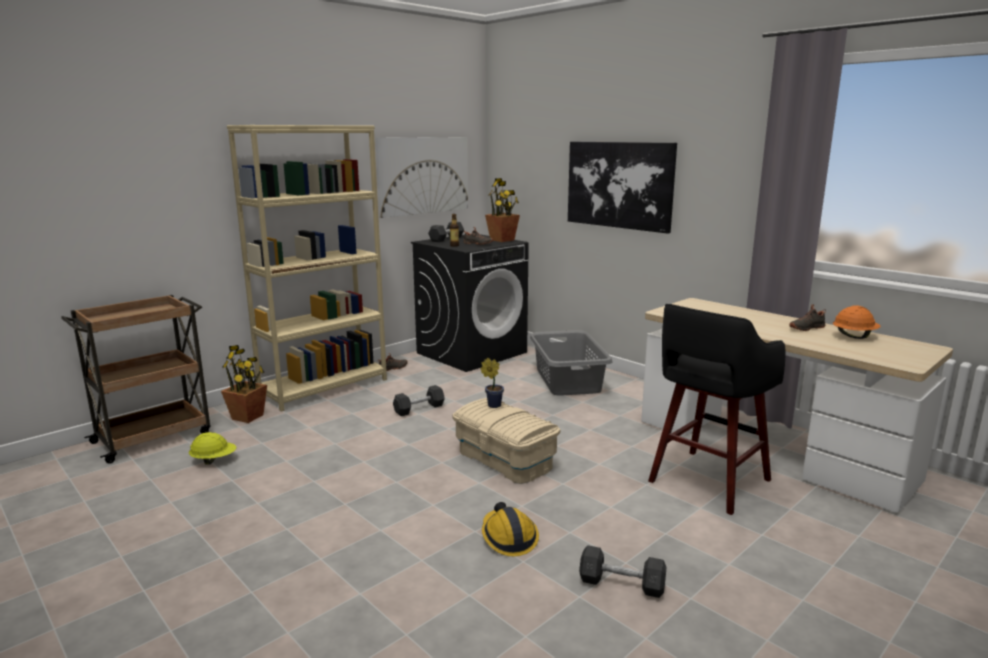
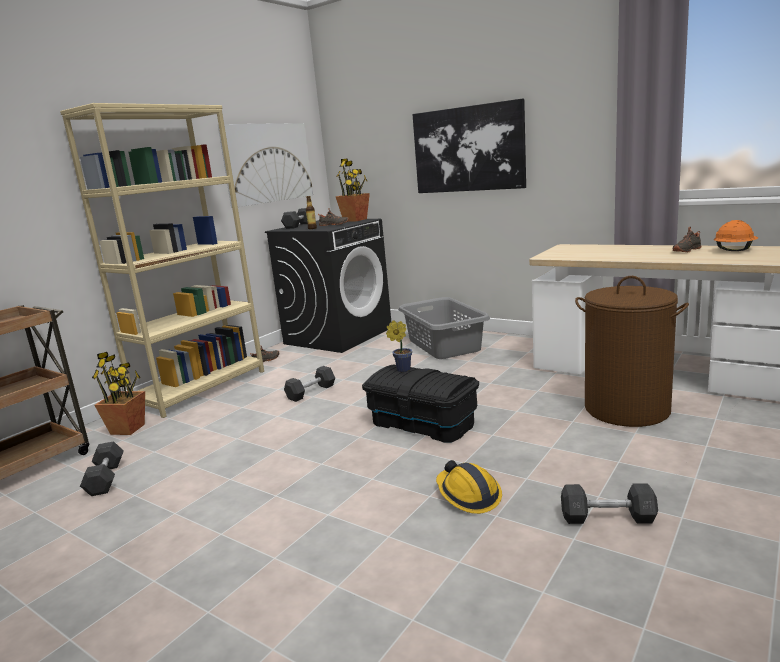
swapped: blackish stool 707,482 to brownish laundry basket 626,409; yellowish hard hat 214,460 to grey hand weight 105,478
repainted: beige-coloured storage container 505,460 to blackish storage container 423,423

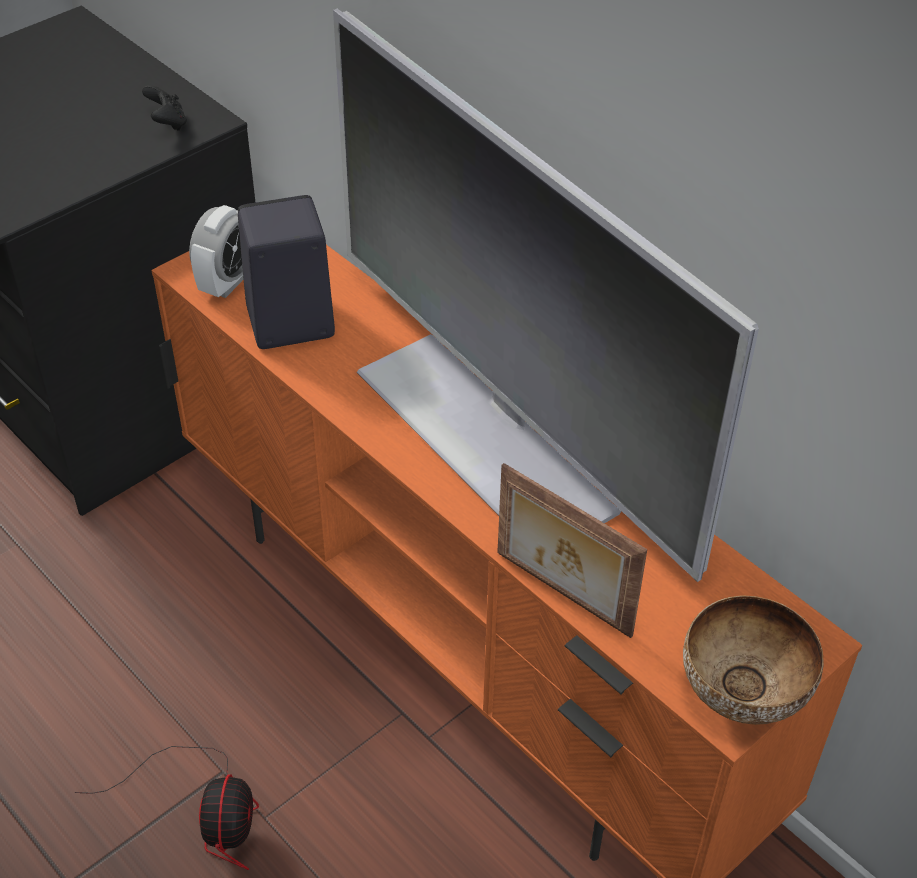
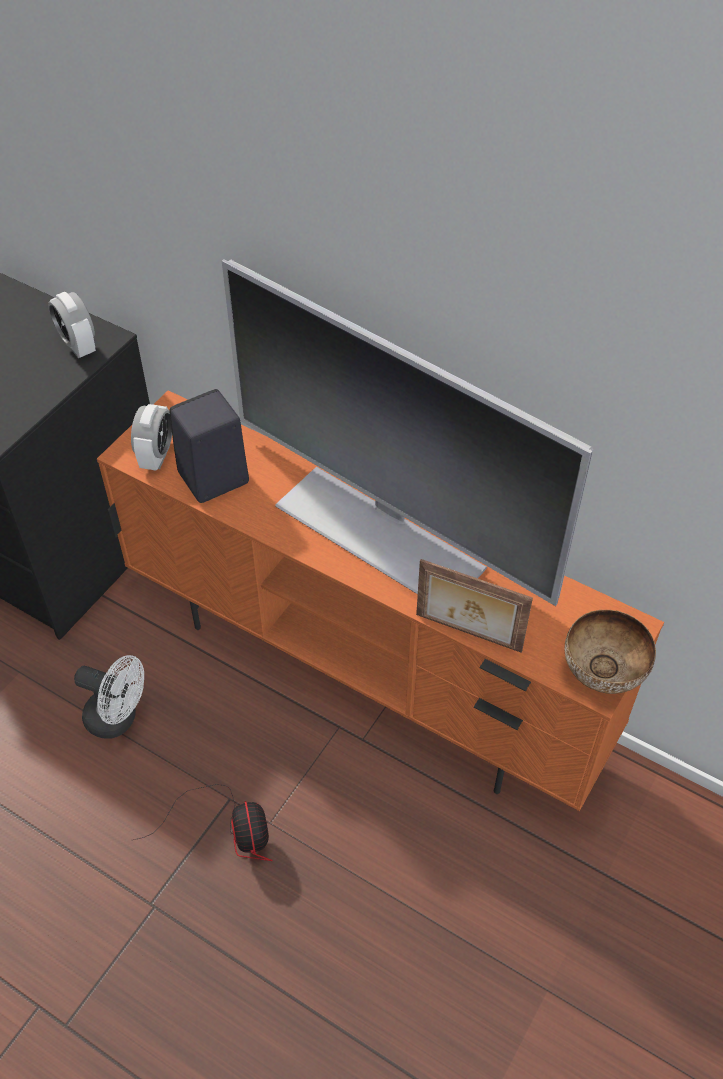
new: white-coloured fan 118,719
swapped: blackish joypad 167,123 to table clock 78,346

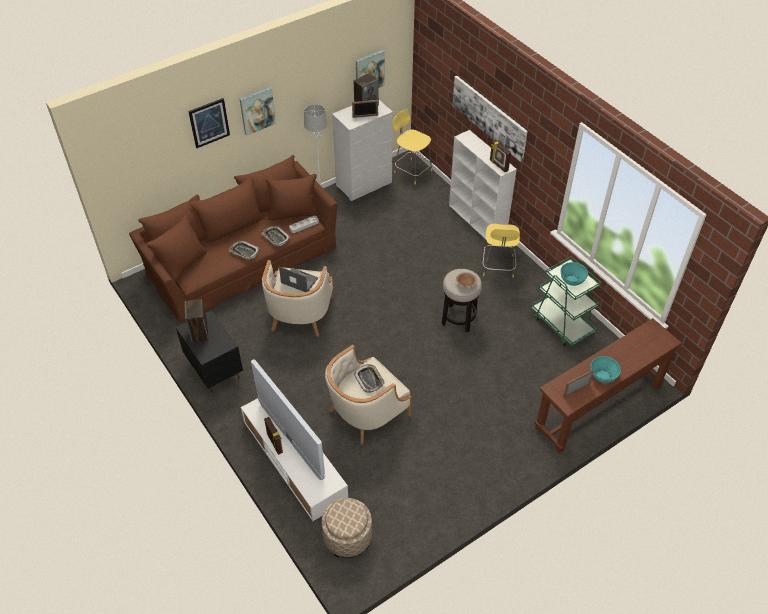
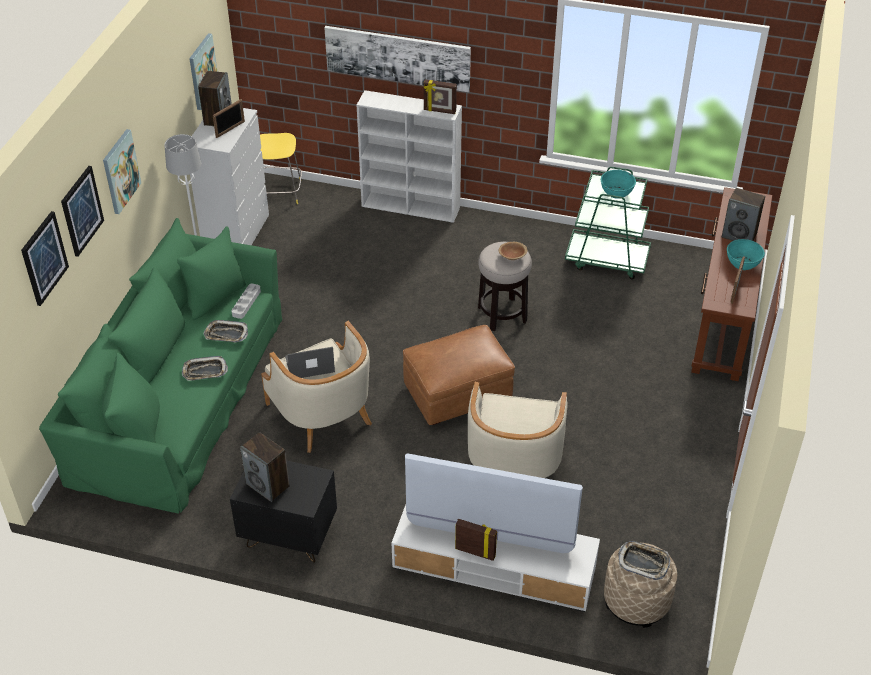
gone: yellowish stool 498,267
new: loudspeaker 739,235; picture 44,258; brownish footrest 457,394
shifted: tray 369,379 to 643,562
repainted: brownish sofa 242,260 to greenish sofa 179,397

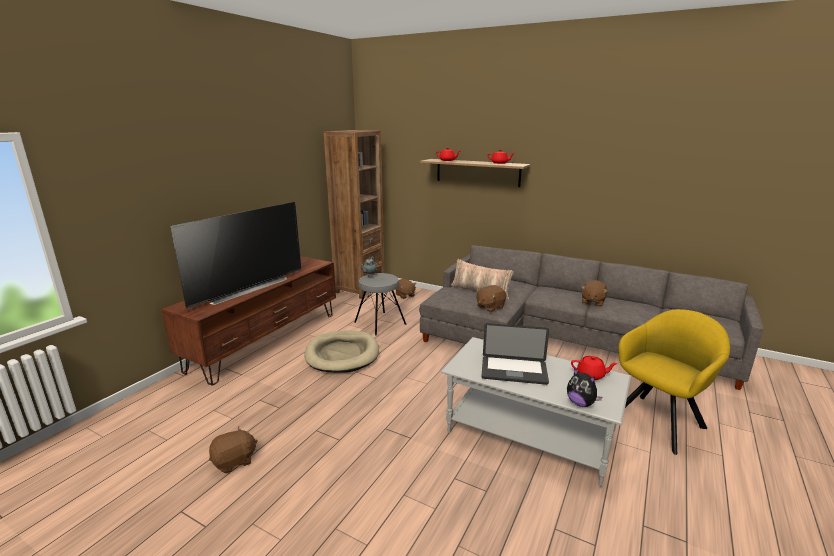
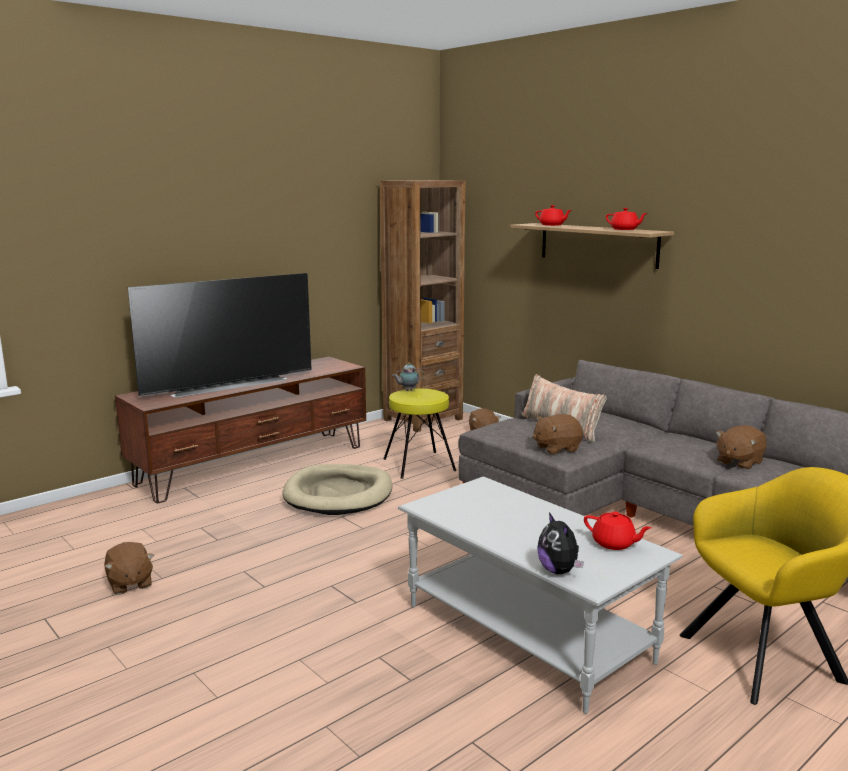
gone: laptop 514,371
repainted: grey stool 380,323 to yellowish stool 419,464
rotated: brownish cuddly toy 234,461 = 129,584 75 degrees clockwise

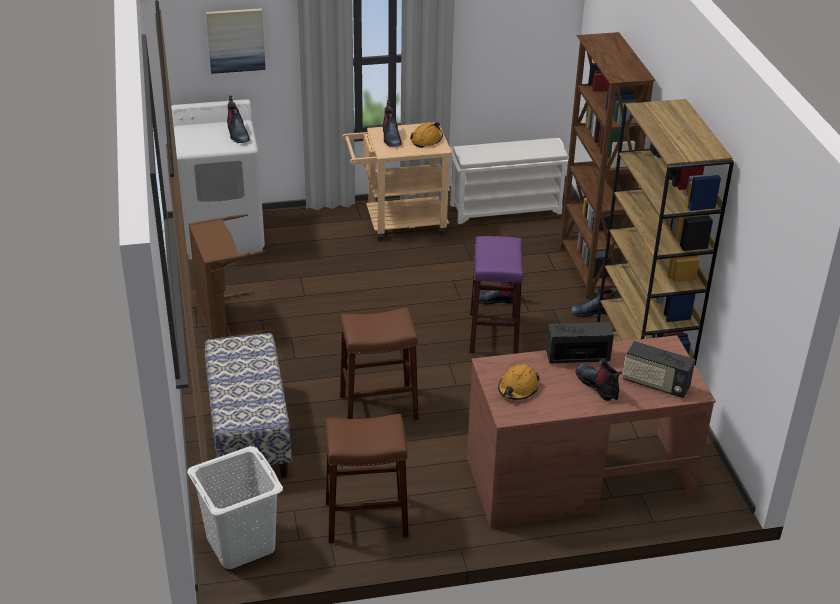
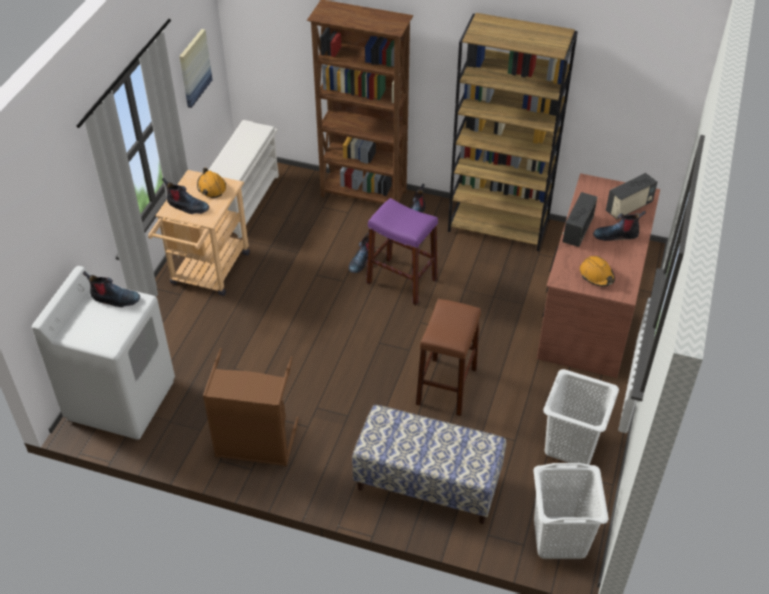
shifted: picture 236,40 to 194,68
swapped: brownish stool 366,519 to white-coloured laundry basket 571,445

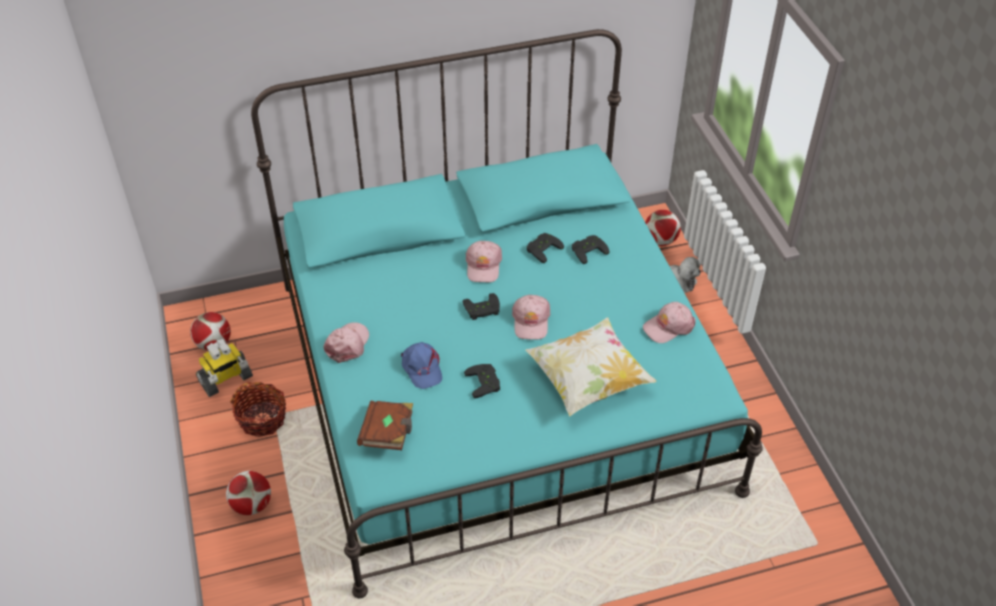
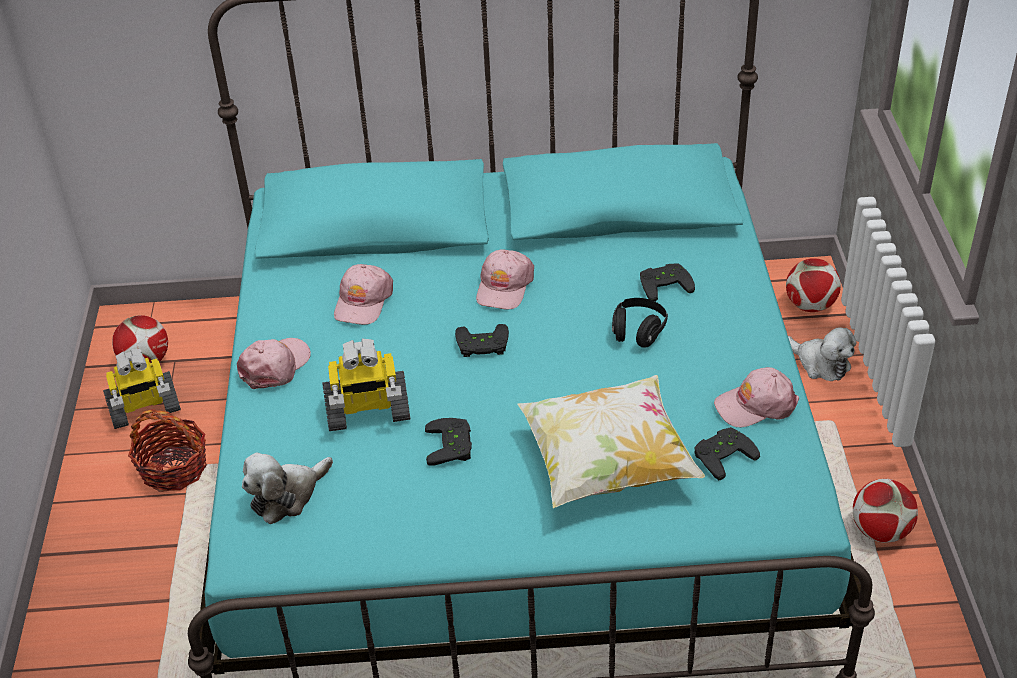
new: blackish headphones 638,332
shifted: blackish joypad 542,248 to 722,454; pink-coloured baseball cap 531,321 to 363,301; football 252,505 to 880,531
swapped: blue baseball cap 421,368 to robot figure 367,412; brownish volume 388,433 to cuddly toy 287,495

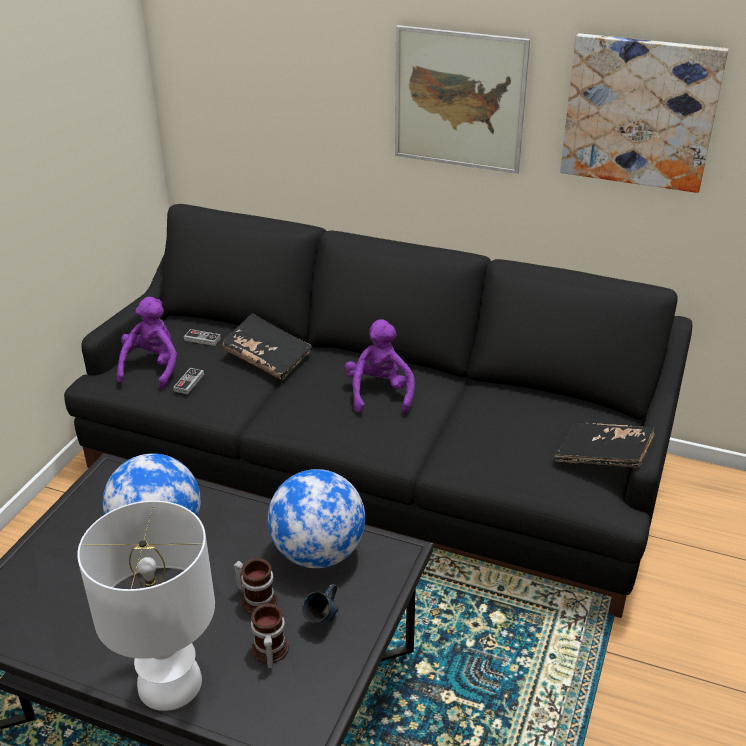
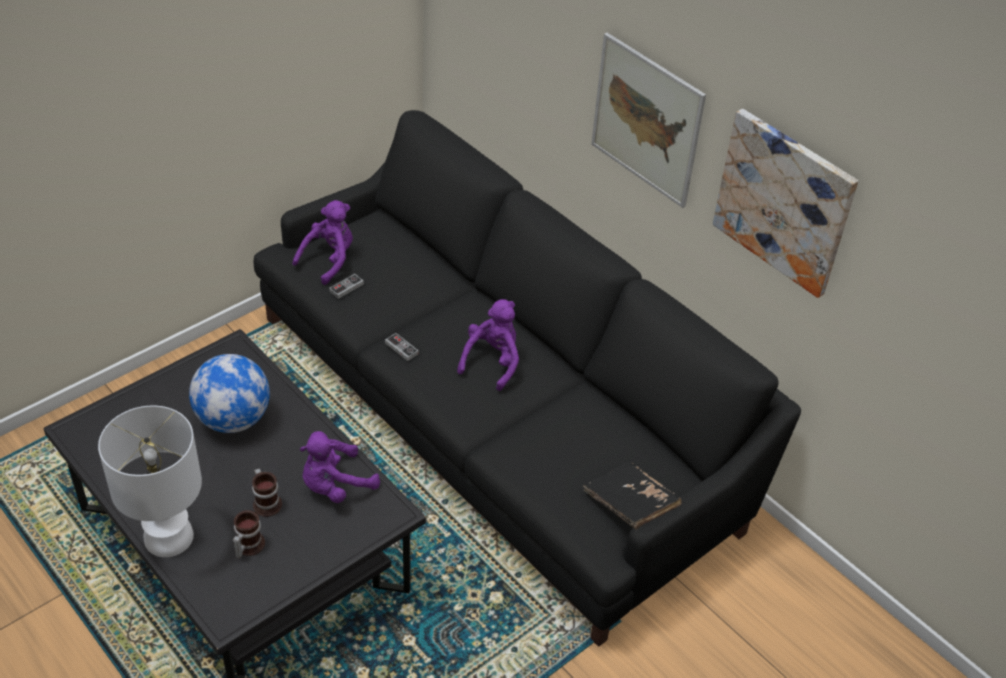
gone: blackish volume 267,358; blue coffee mug 323,622
shifted: joypad 202,339 to 401,348
swapped: globe 318,553 to purple-coloured cuddly toy 335,486

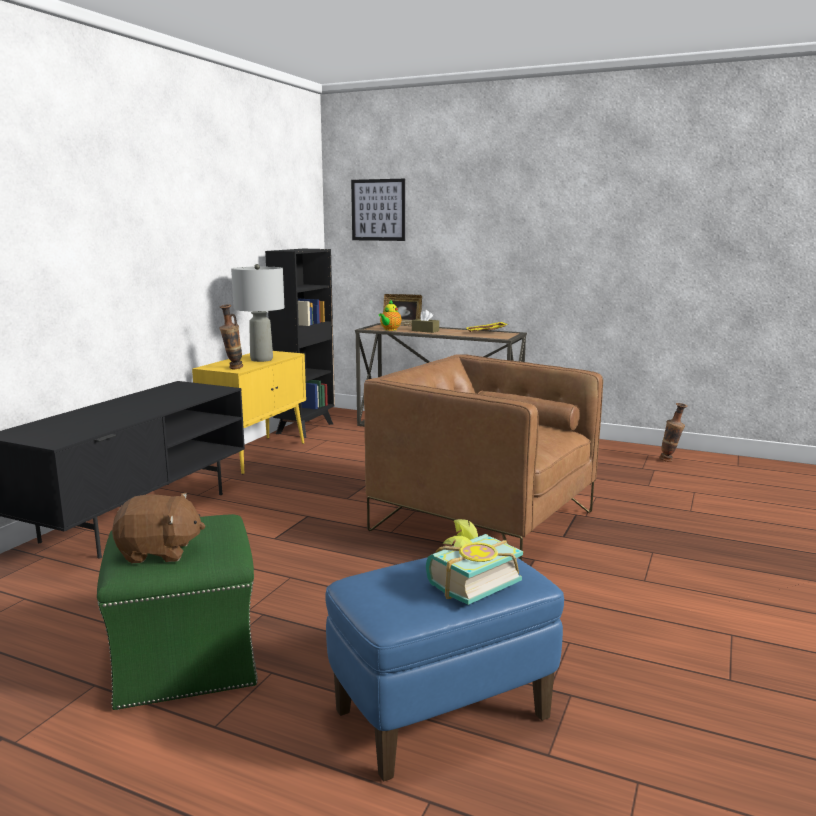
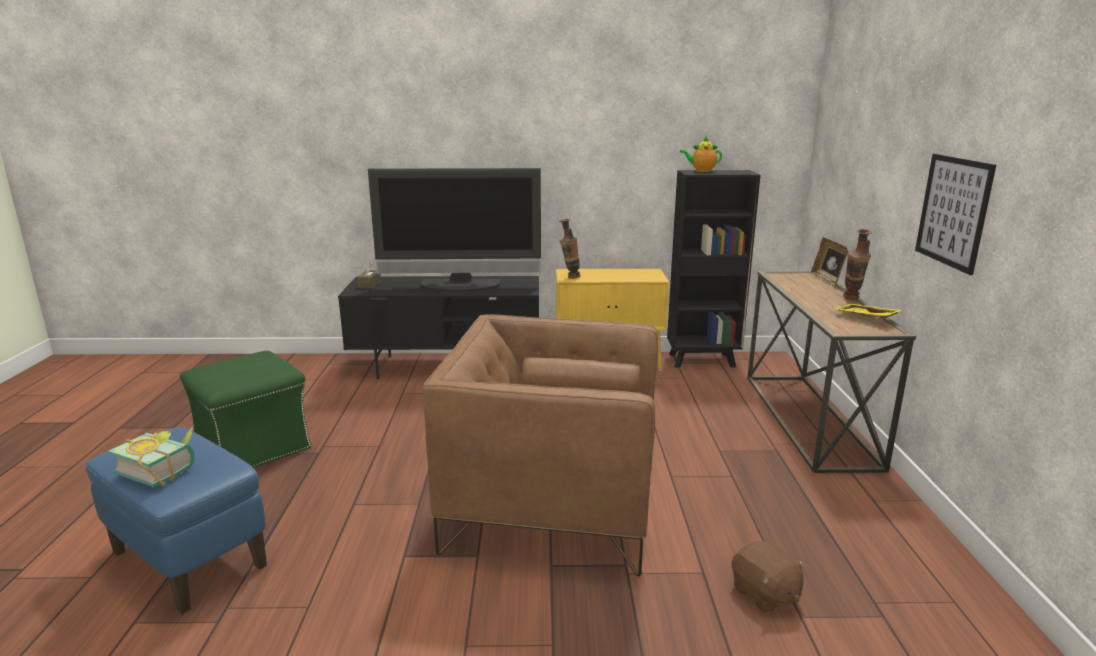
gone: grey lamp for a table 261,359
new: TV set 460,285
shifted: picture 378,210 to 953,211; tea pot 390,330 to 701,171; brownish tissue holder 425,331 to 369,284; flower vase 670,461 to 851,299; brownish cuddly toy 159,552 to 764,594
rotated: brownish armchair 482,521 = 551,505 90 degrees counterclockwise

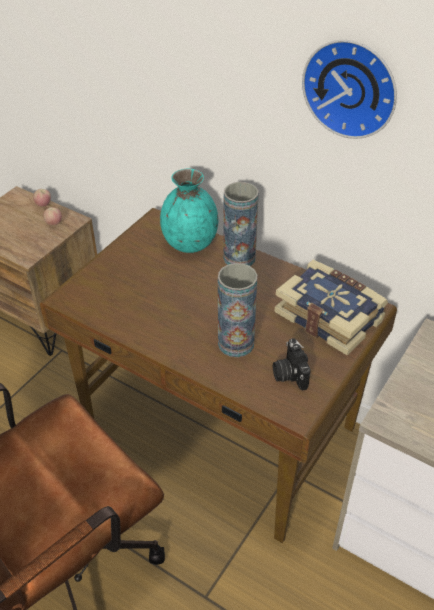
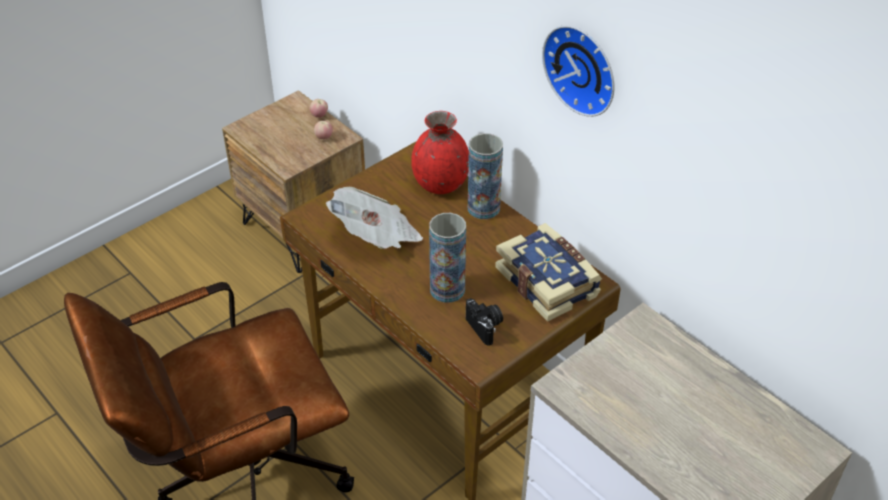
new: daily paper 376,236
repainted: turquoise flower vase 190,244 to red flower vase 440,184
rotated: still camera 289,374 = 486,327 150 degrees clockwise

